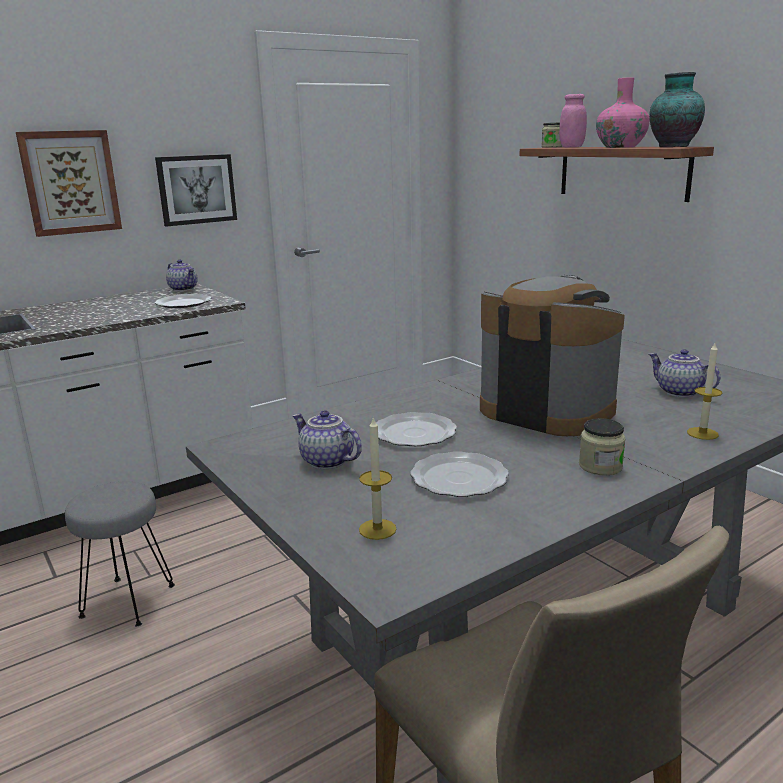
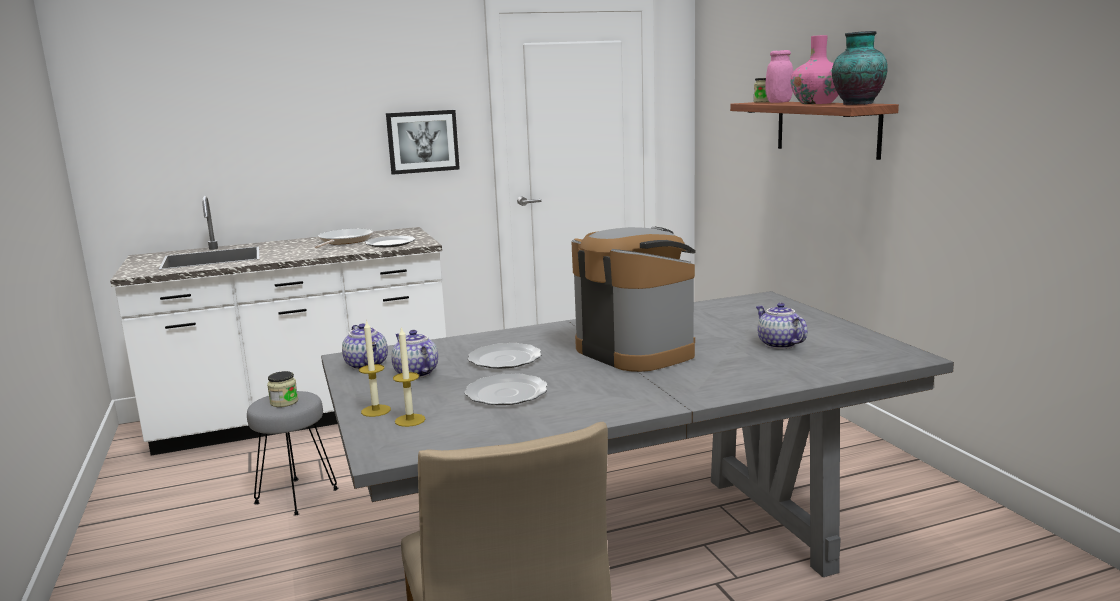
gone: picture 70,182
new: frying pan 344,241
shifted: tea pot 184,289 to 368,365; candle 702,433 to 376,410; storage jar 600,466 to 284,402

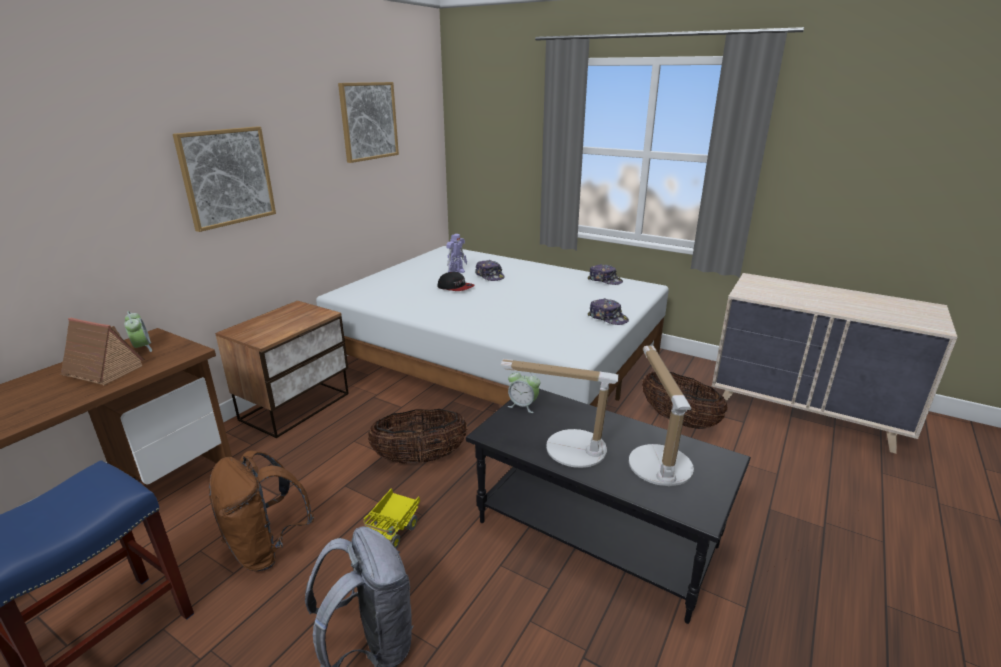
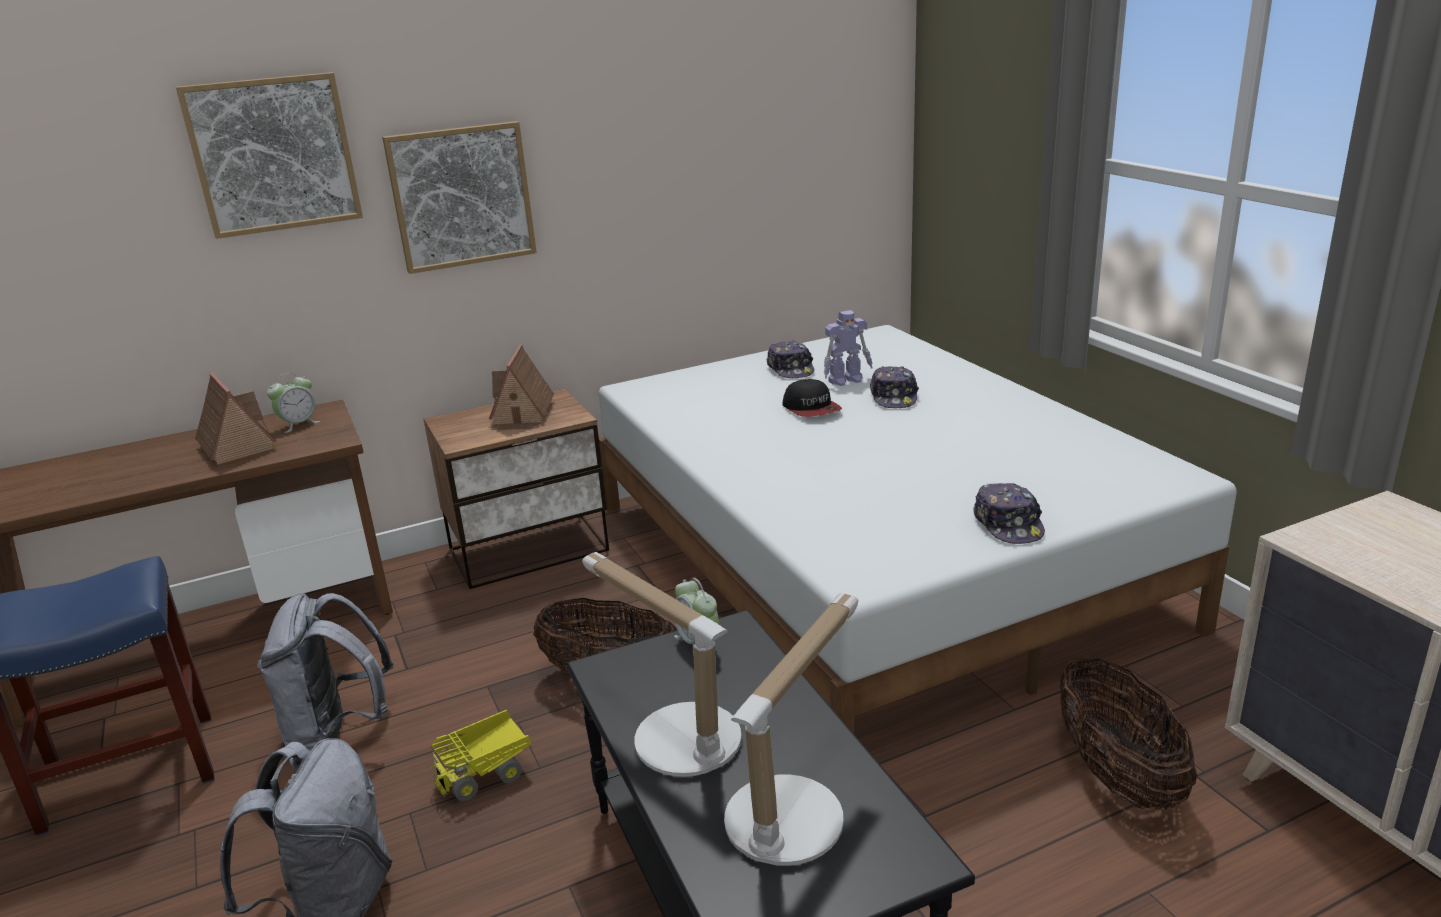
new: miniature house 522,414
shifted: picture 368,121 to 273,154; baseball cap 605,280 to 791,369
repainted: brownish backpack 267,548 to grey backpack 339,733
rotated: table clock 142,348 = 298,424 45 degrees clockwise

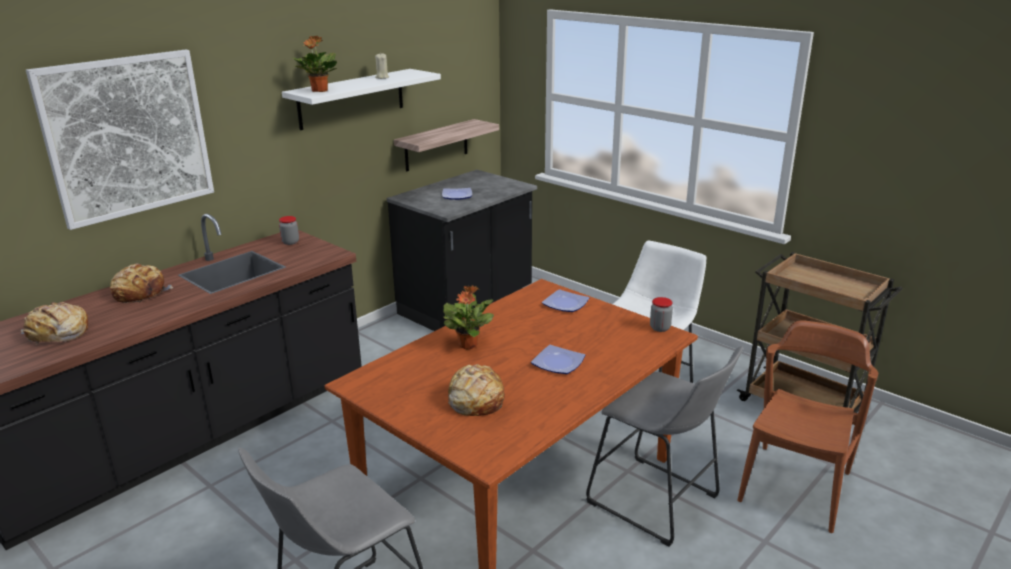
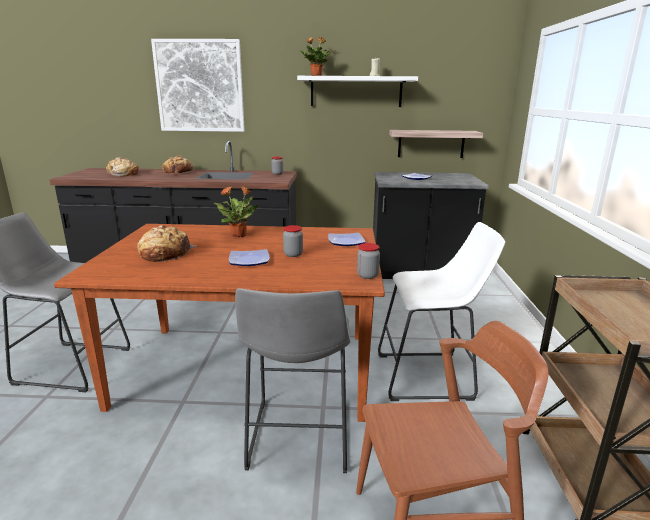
new: storage jar 293,254

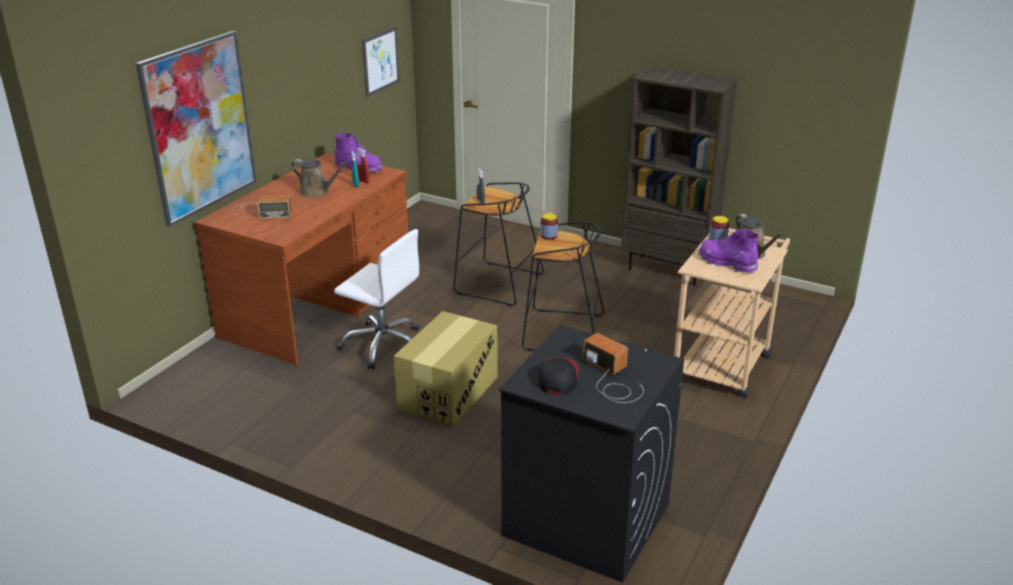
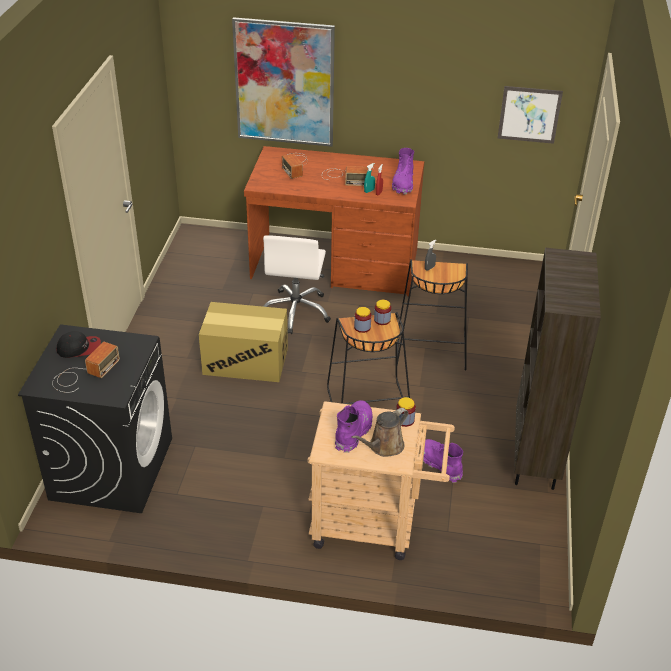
new: storage jar 362,327; purple-coloured high-top boot 440,464
swapped: brownish watering pot 317,191 to radio receiver 344,177

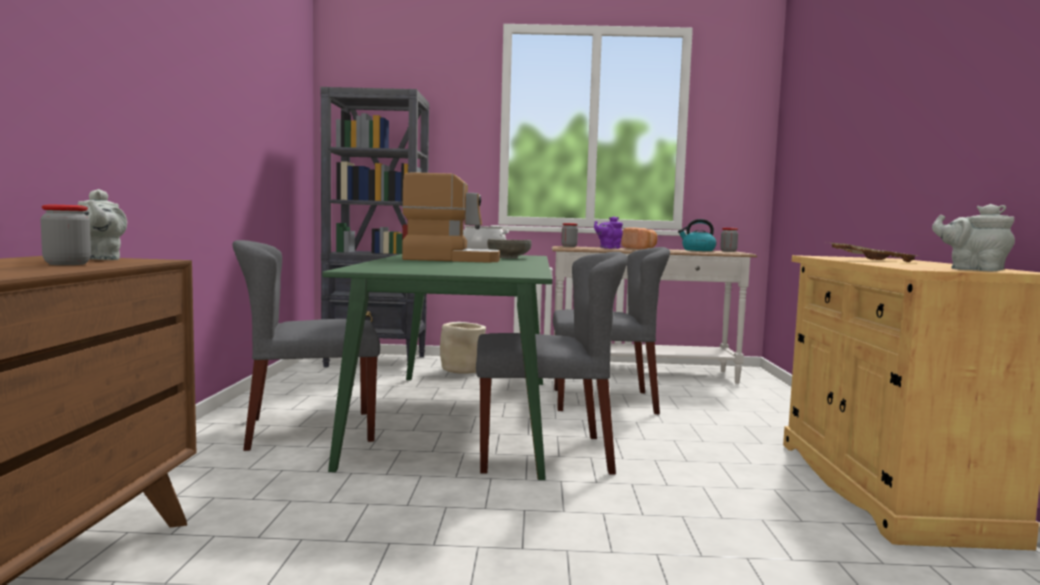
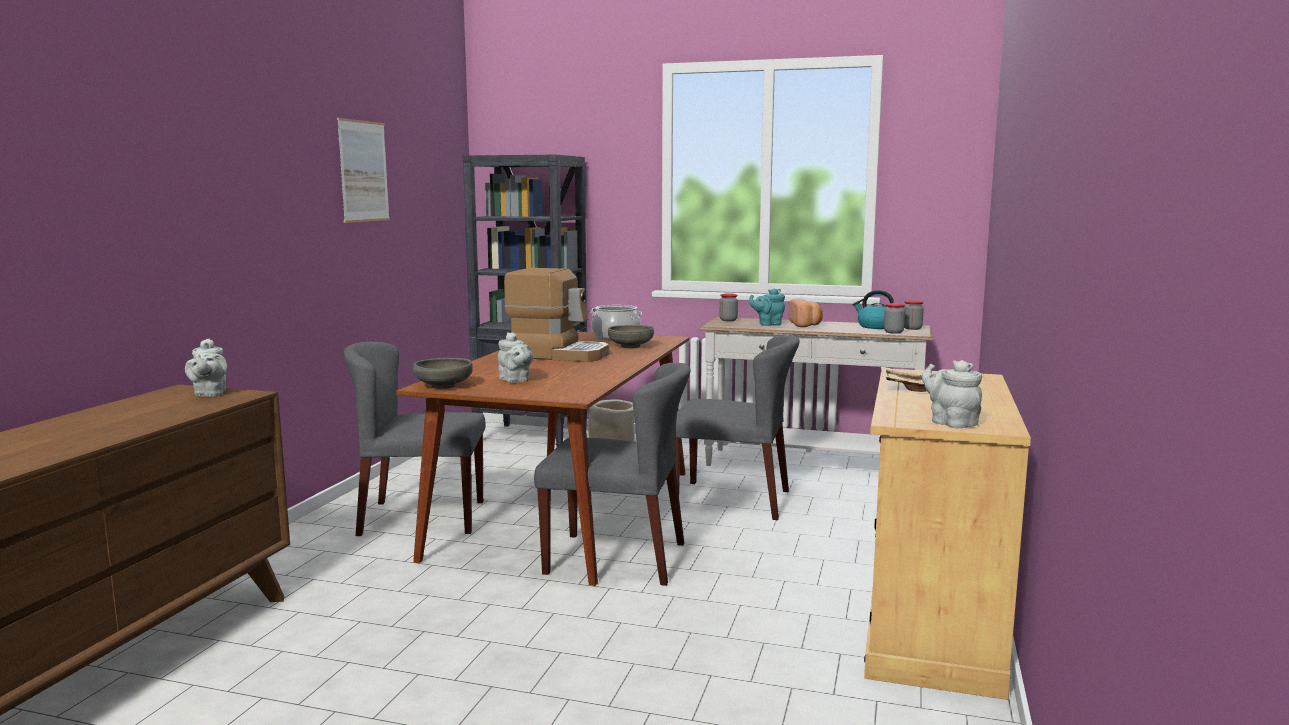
new: picture 363,171; grey tea pot 515,380; grey serving bowl 444,386
shifted: storage jar 67,264 to 893,332
repainted: purple-coloured tea pot 608,248 to turquoise tea pot 768,324; greenish dining table 459,417 to brownish dining table 567,512

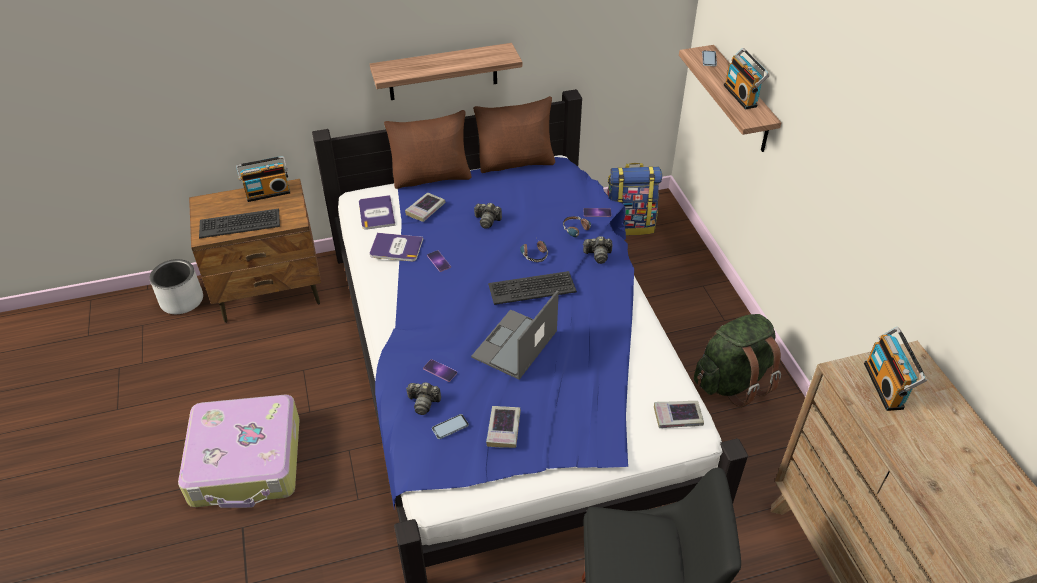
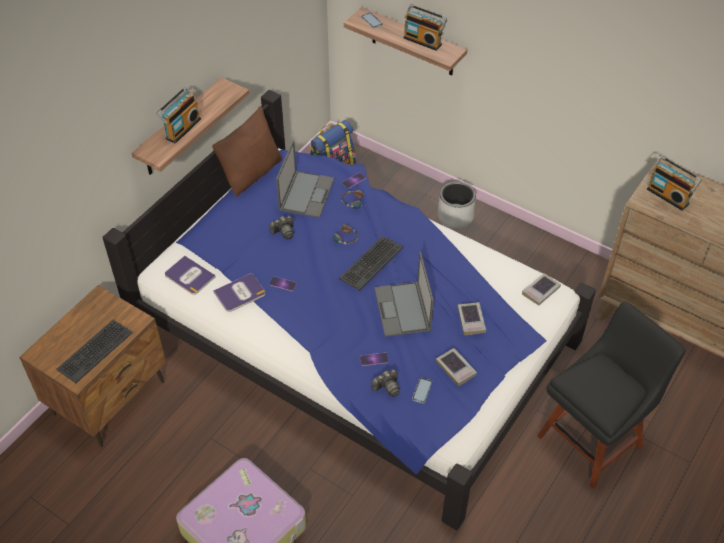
gone: brownish throw pillow 432,177; still camera 598,255; greenish backpack 732,382
new: laptop 306,194
shifted: radio receiver 268,192 to 181,128; volume 425,209 to 471,320; grey plant pot 182,300 to 455,216

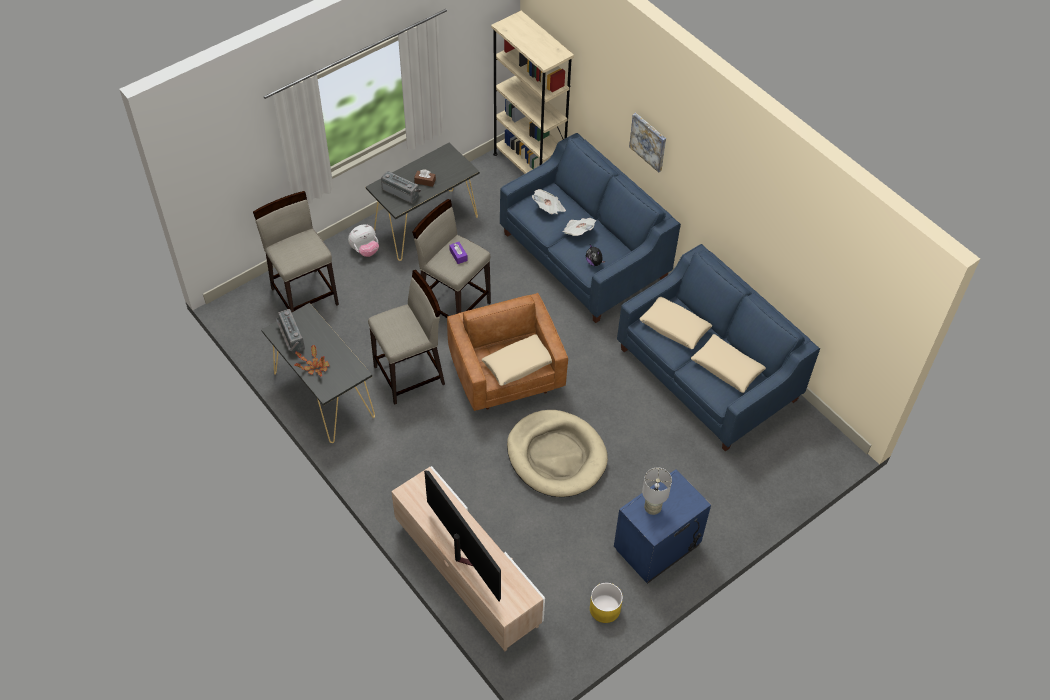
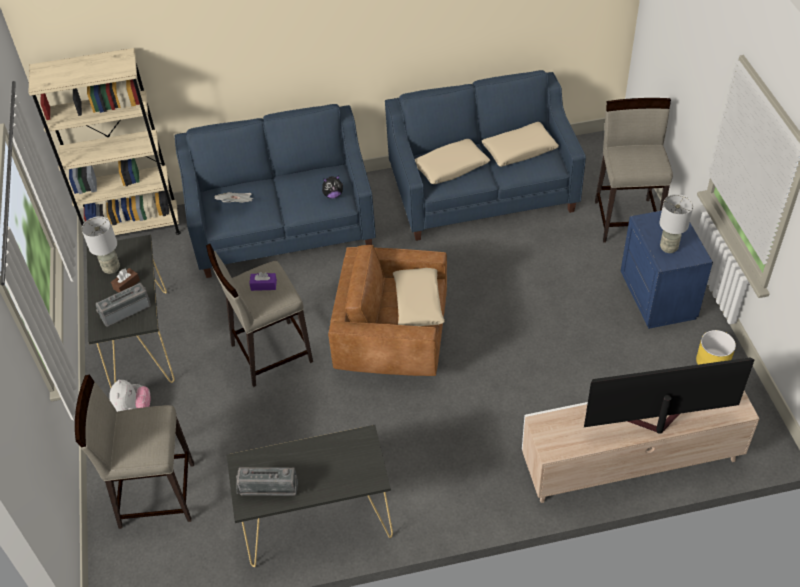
gone: picture 648,141; daily paper 578,232; plant in a pot 314,366; beige-coloured dog cushion 556,456
new: grey lamp for a table 111,268
shifted: beige-coloured stool 410,375 to 626,219

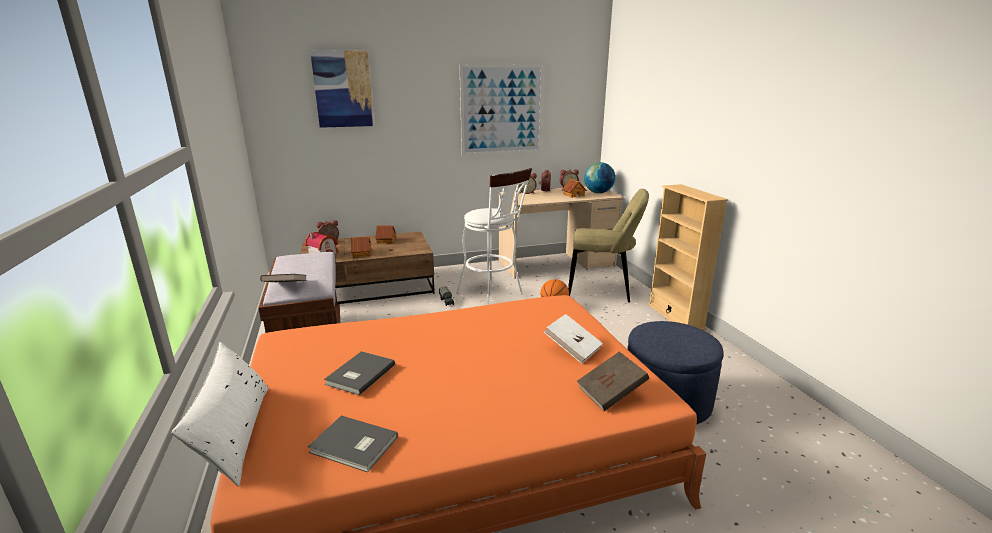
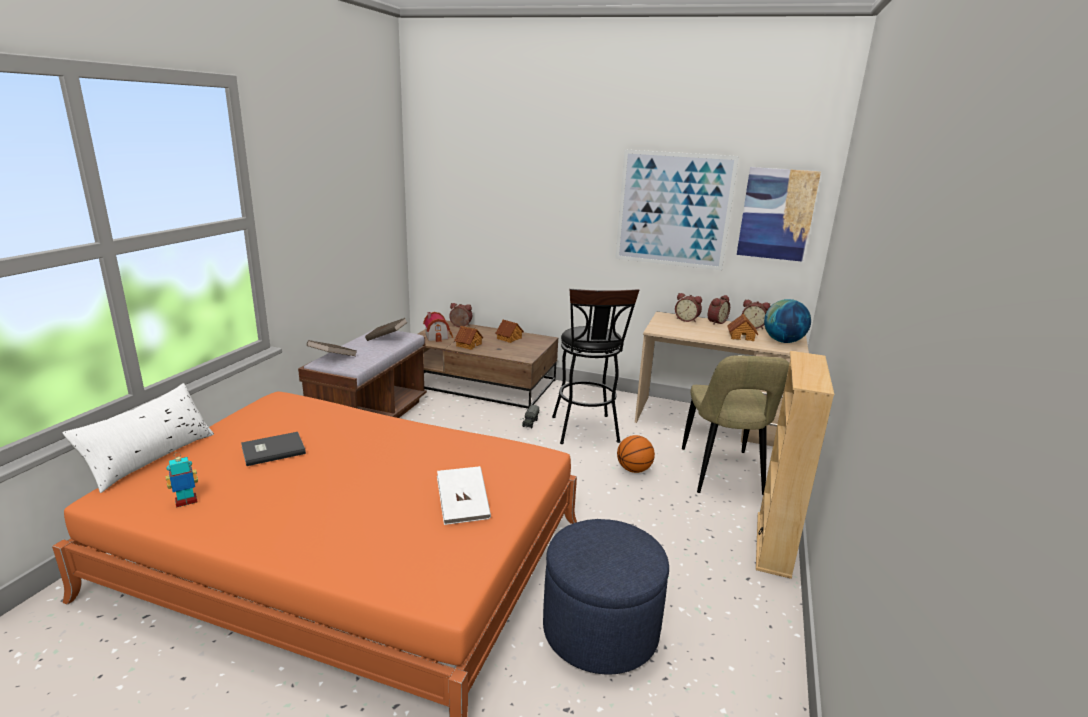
shifted: picture 343,89 to 777,214; brownish volume 611,393 to 386,338
swapped: grey volume 353,446 to robot figure 186,502
repainted: white-coloured stool 493,294 to blackish stool 586,432
rotated: beige-coloured plain chair 602,290 = 722,474 45 degrees clockwise

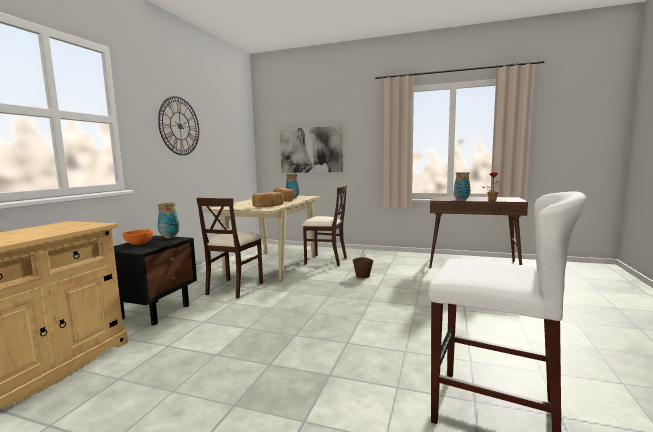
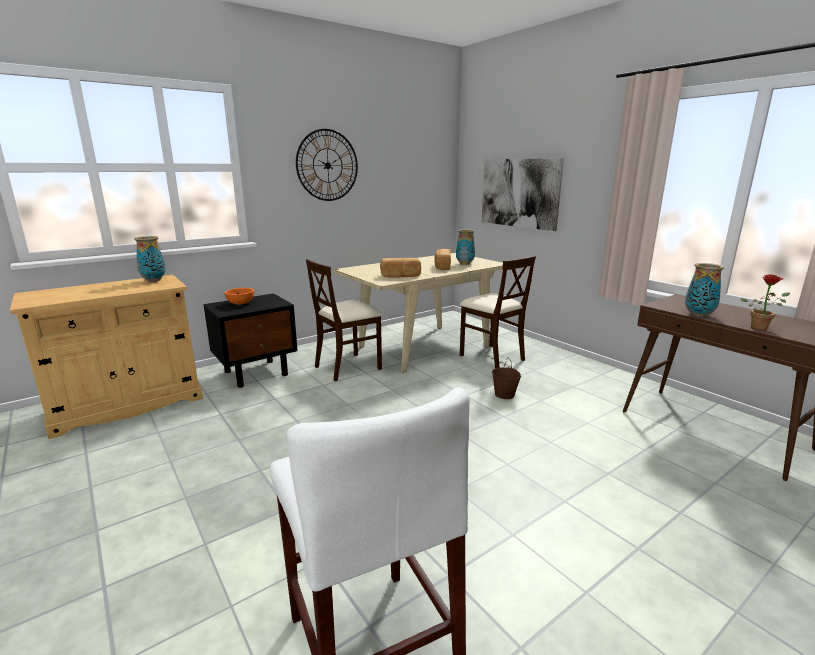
shifted: flower vase 169,237 to 154,280

